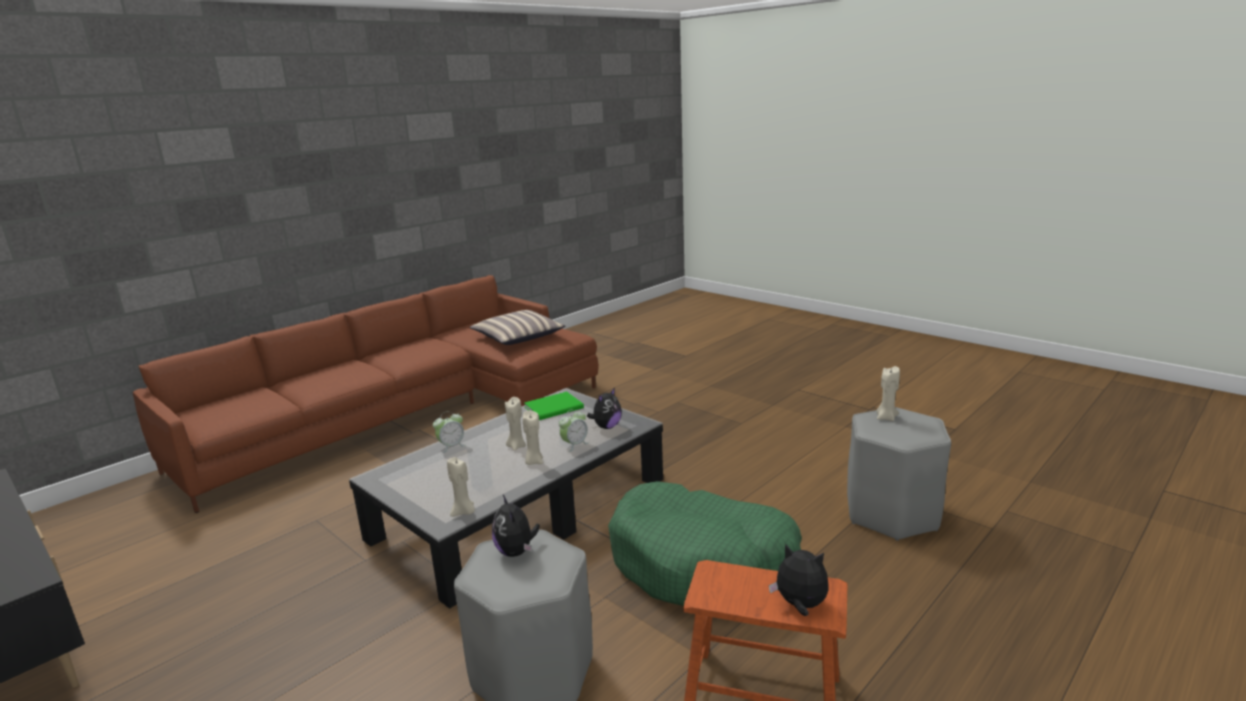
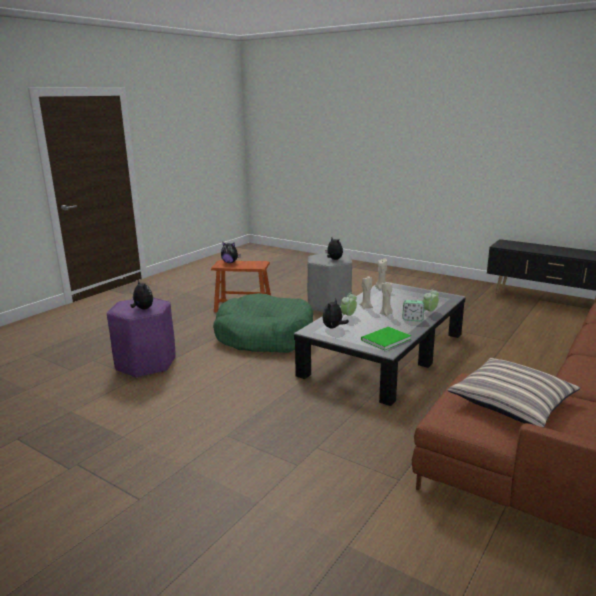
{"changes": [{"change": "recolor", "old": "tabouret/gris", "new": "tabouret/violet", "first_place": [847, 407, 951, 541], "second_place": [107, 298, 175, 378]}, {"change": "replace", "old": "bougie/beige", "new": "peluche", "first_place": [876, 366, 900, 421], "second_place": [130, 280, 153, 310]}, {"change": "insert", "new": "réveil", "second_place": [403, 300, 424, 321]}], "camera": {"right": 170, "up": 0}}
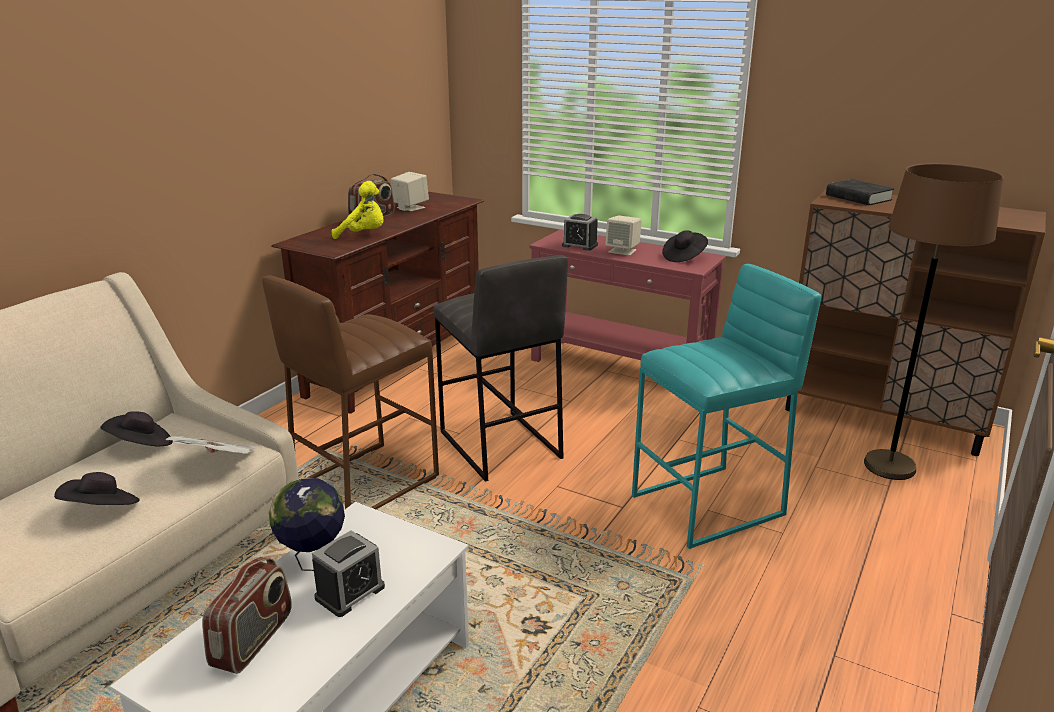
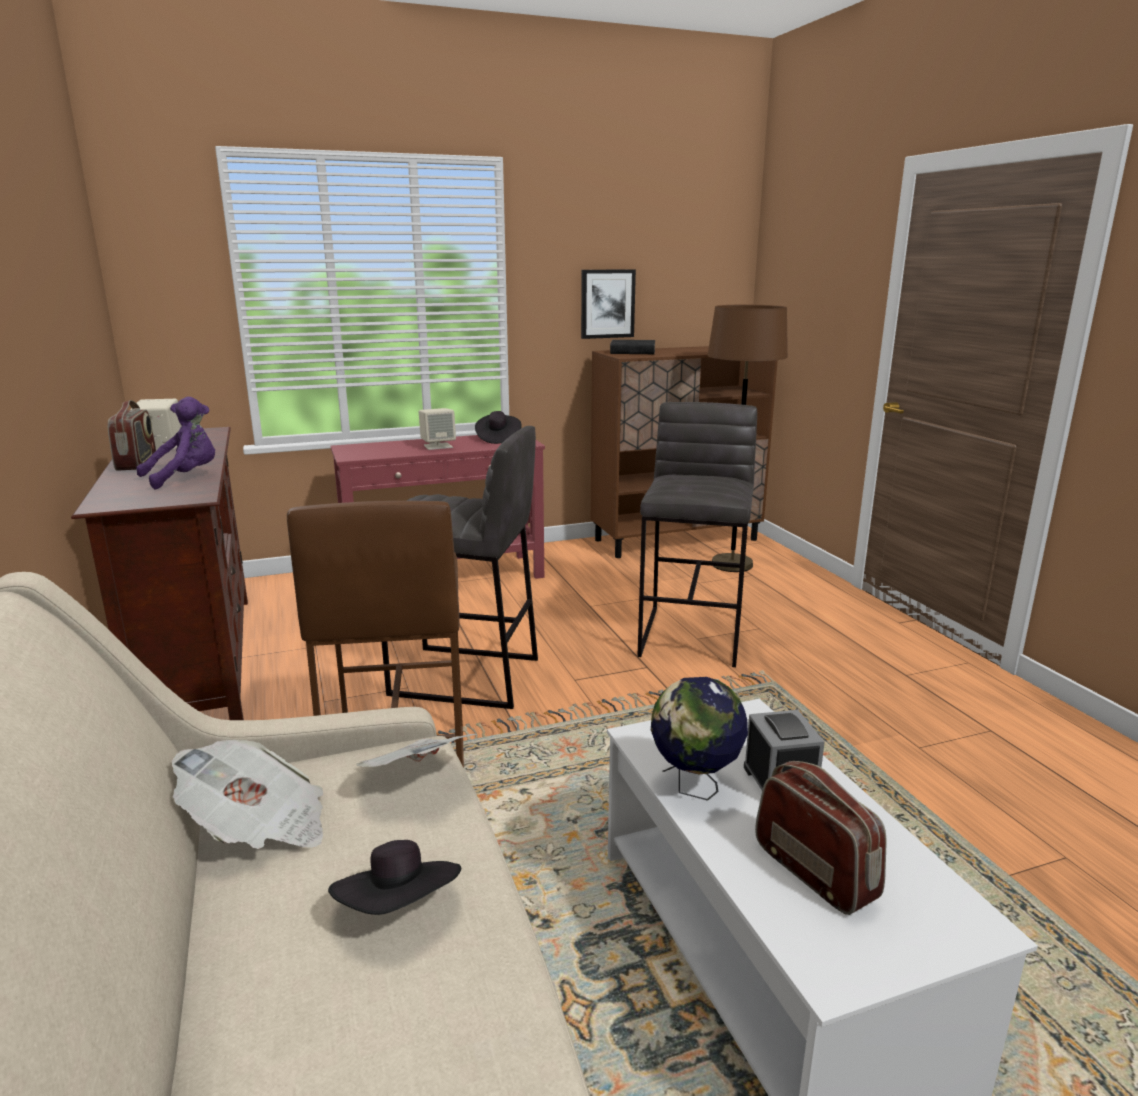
{"changes": [{"change": "recolor", "old": "peluche/jaune", "new": "peluche/violet", "first_place": [331, 181, 384, 239], "second_place": [136, 397, 215, 490]}, {"change": "replace", "old": "chapeau/noir", "new": "journal", "first_place": [100, 411, 173, 446], "second_place": [172, 740, 324, 849]}, {"change": "insert", "new": "tableau", "second_place": [581, 269, 636, 339]}, {"change": "recolor", "old": "tabouret/turquoise", "new": "tabouret/gris", "first_place": [632, 264, 821, 549], "second_place": [637, 402, 757, 667]}, {"change": "delete", "old": "réveil", "first_place": [562, 214, 598, 251]}], "camera": {"right": -50, "up": -5}}
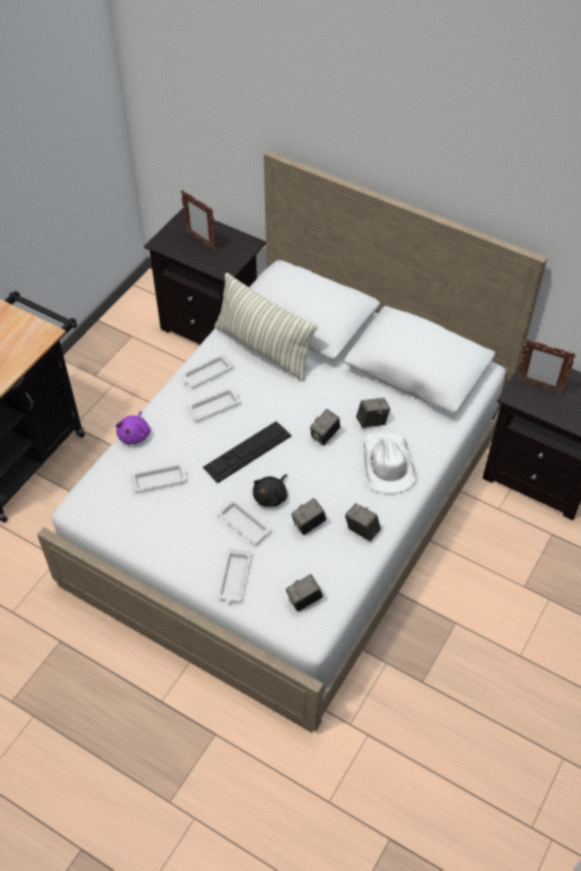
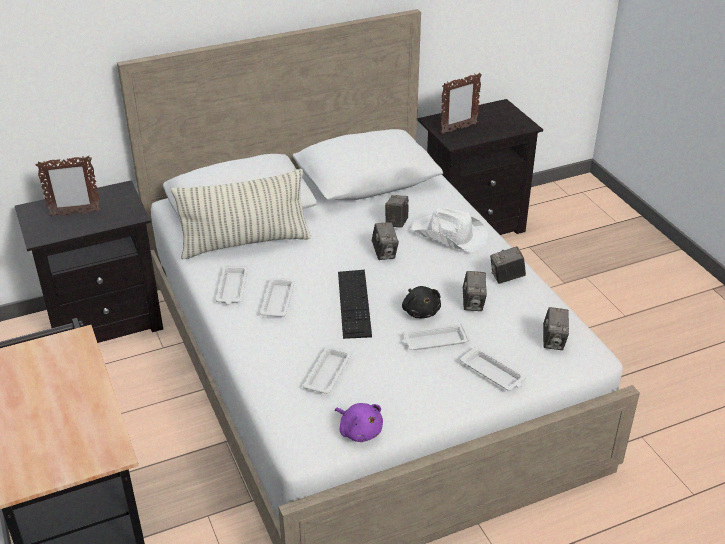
{"changes": [{"change": "move", "old": "peluche/violet", "first_place": [116, 411, 151, 445], "second_place": [335, 403, 383, 442]}], "camera": {"right": -55, "up": -15}}
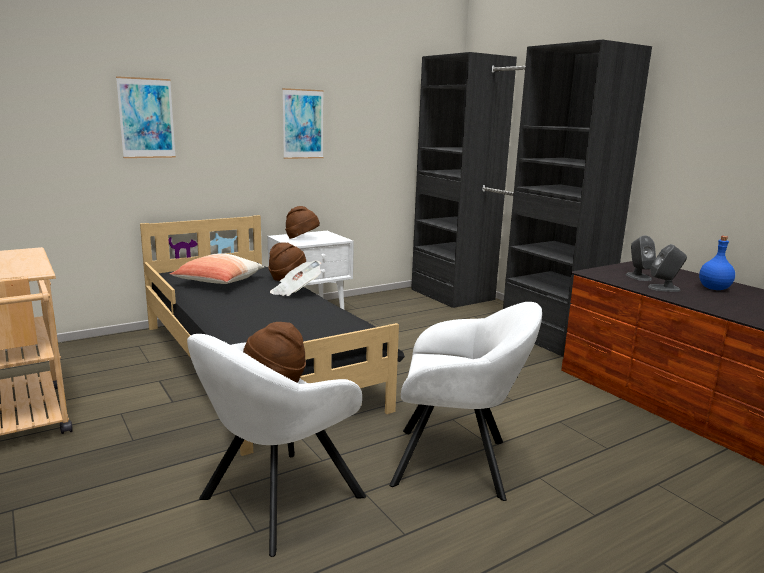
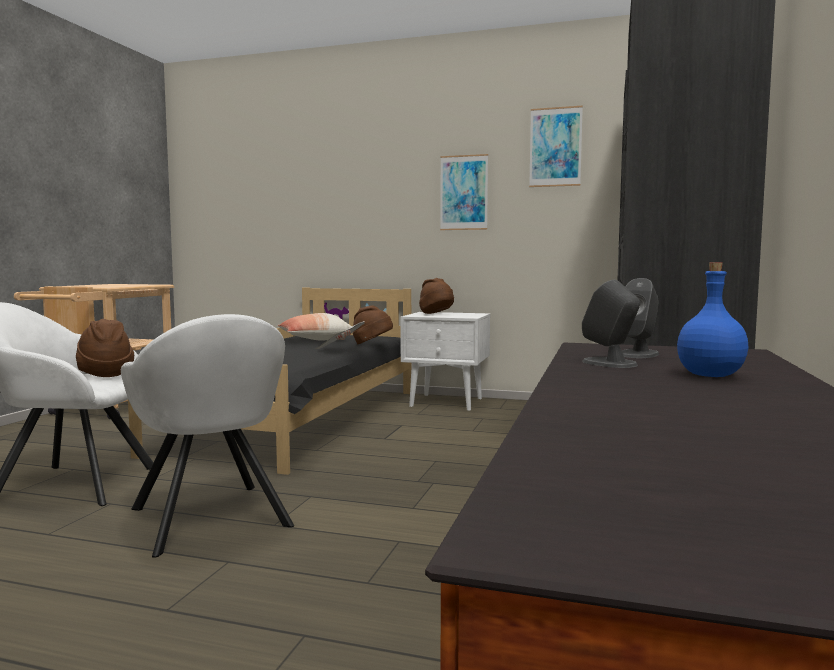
{"changes": [{"change": "move", "old": "tableau", "first_place": [116, 76, 176, 158], "second_place": [529, 106, 583, 187]}], "camera": {"right": 50, "up": -10}}
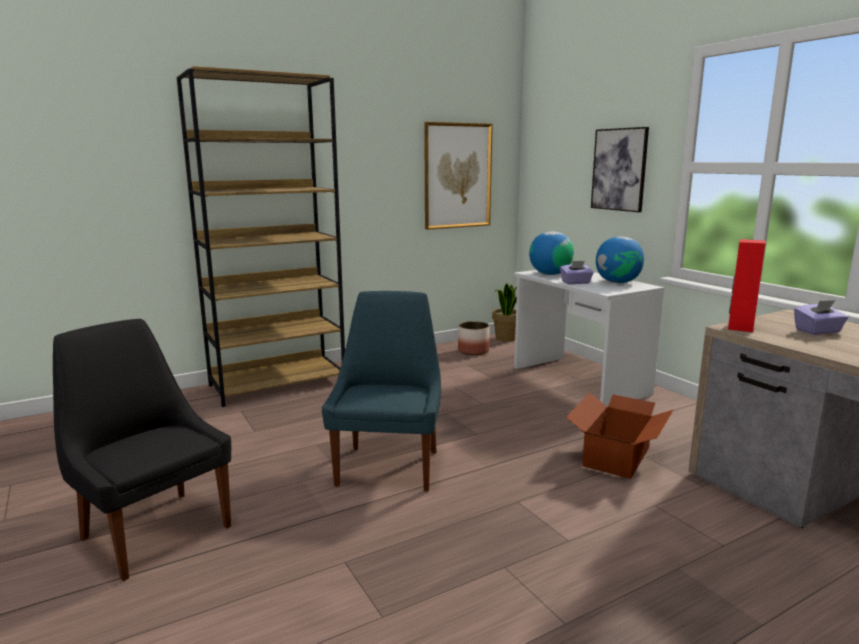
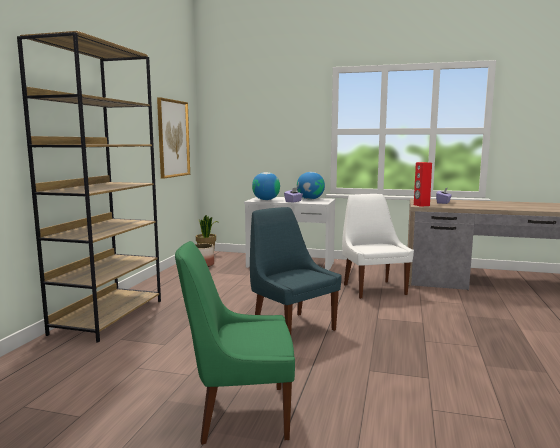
{"changes": [{"change": "recolor", "old": "chaise/noir", "new": "chaise/vert", "first_place": [53, 319, 231, 581], "second_place": [175, 241, 295, 445]}, {"change": "replace", "old": "carton", "new": "chaise/blanc", "first_place": [566, 393, 674, 479], "second_place": [342, 194, 414, 299]}, {"change": "delete", "old": "tableau", "first_place": [591, 127, 649, 212]}], "camera": {"right": -45, "up": -5}}
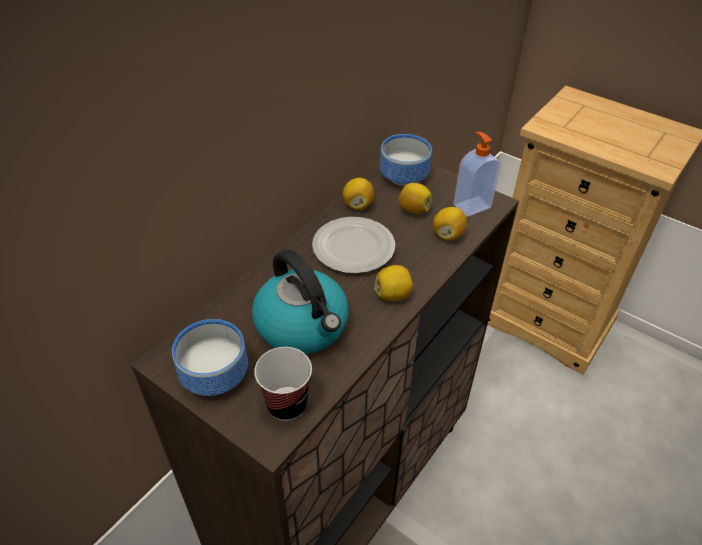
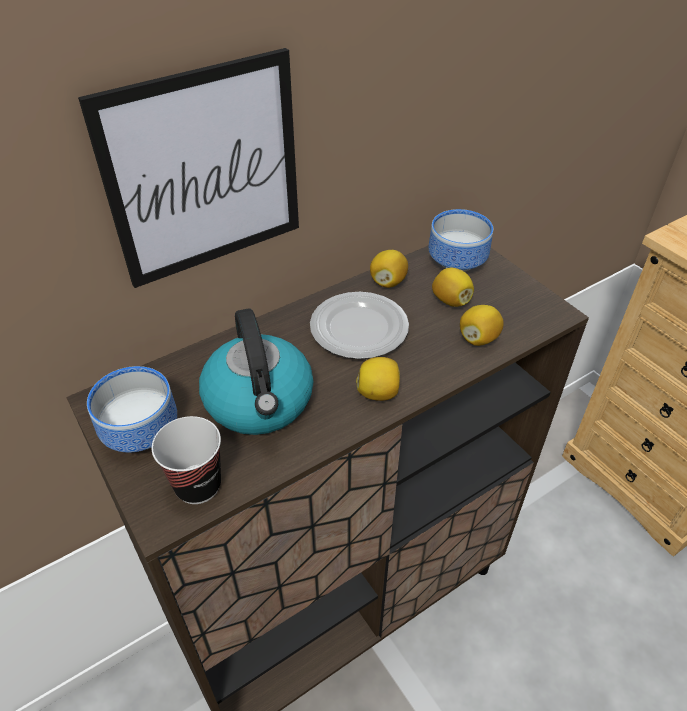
{"changes": [{"change": "insert", "new": "tableau", "second_place": [78, 48, 299, 288]}, {"change": "delete", "old": "distributeur de savon", "first_place": [454, 132, 500, 217]}], "camera": {"right": 20, "up": 0}}
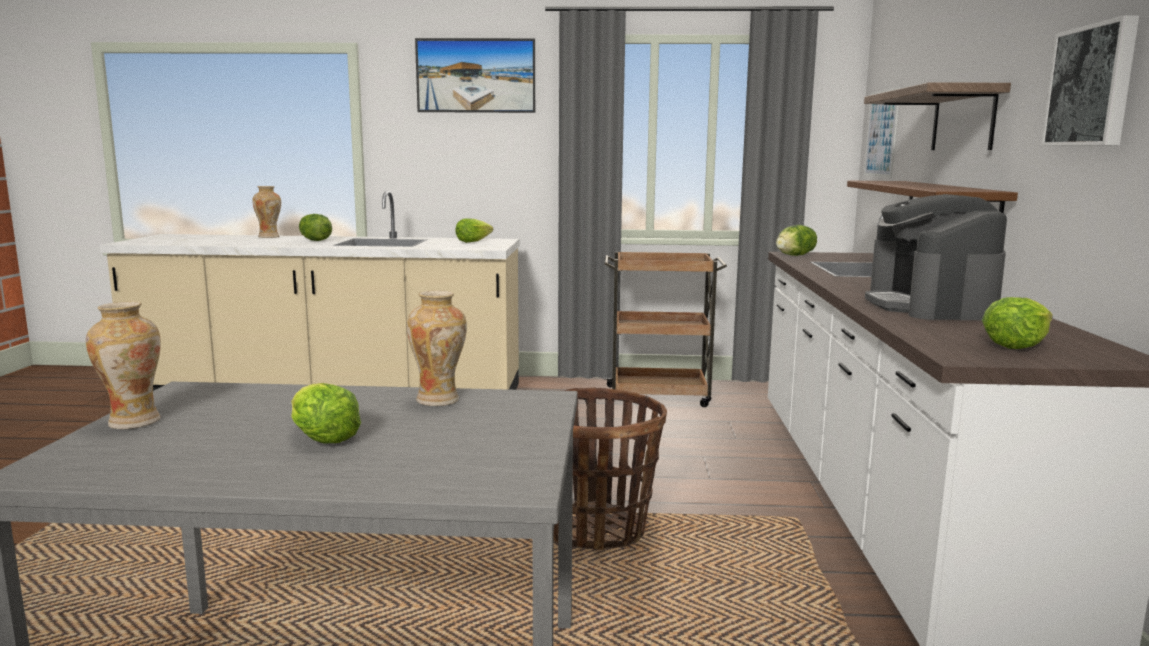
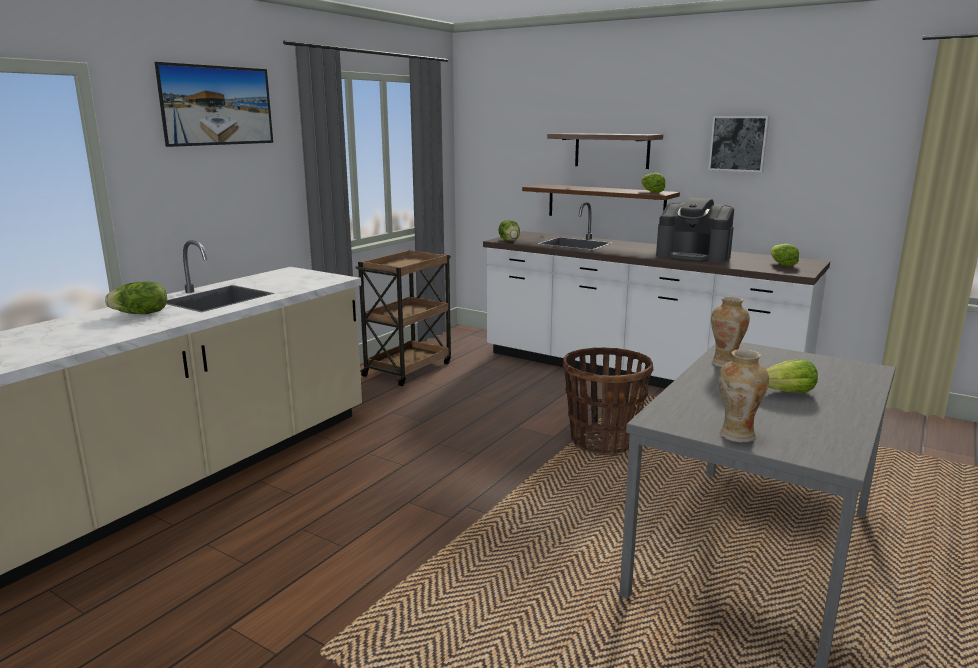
{"changes": [{"change": "move", "old": "laitue", "first_place": [455, 218, 493, 243], "second_place": [641, 173, 665, 193]}, {"change": "delete", "old": "vase", "first_place": [252, 186, 281, 238]}, {"change": "delete", "old": "tableau", "first_place": [864, 87, 900, 178]}], "camera": {"right": -60, "up": 5}}
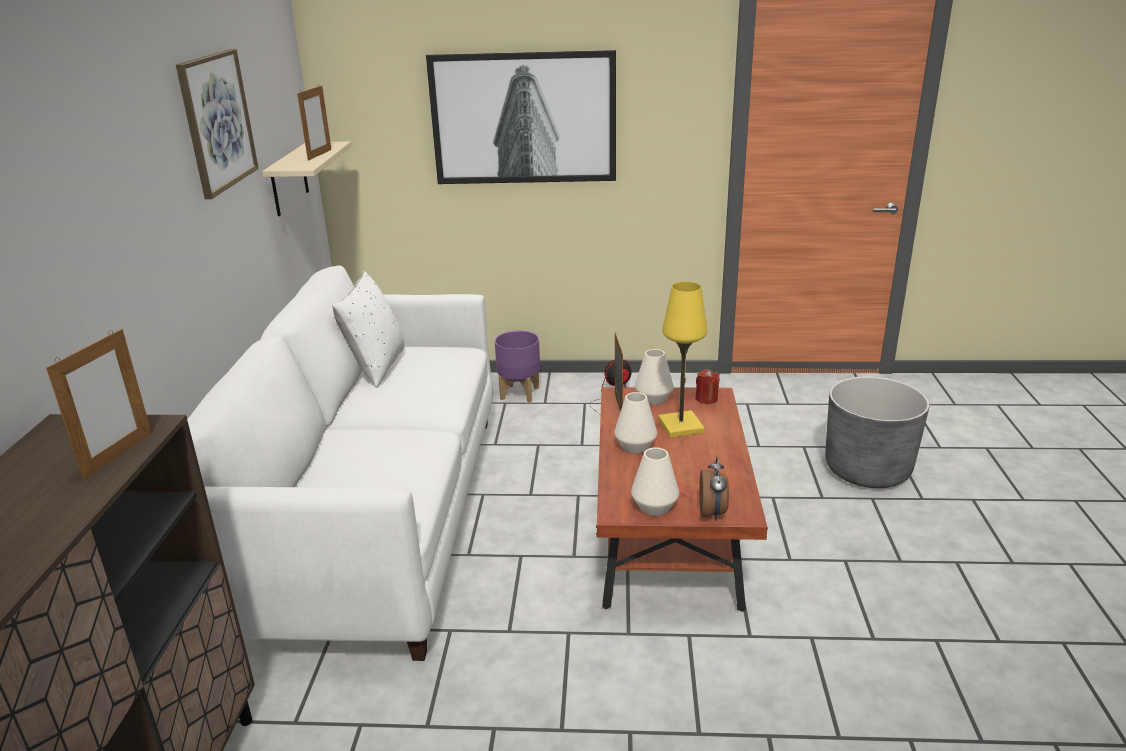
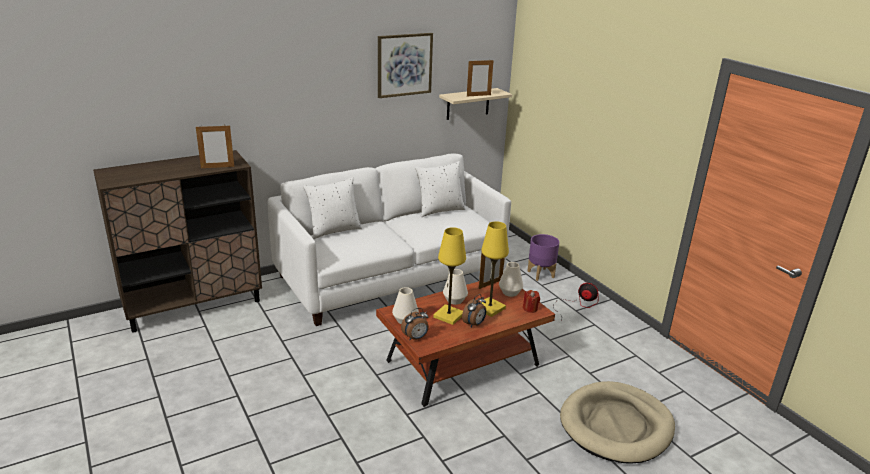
{"changes": [{"change": "insert", "new": "coussin/blanc", "second_place": [303, 177, 362, 239]}, {"change": "insert", "new": "lampe de table/jaune", "second_place": [433, 227, 466, 325]}, {"change": "insert", "new": "réveil", "second_place": [462, 294, 486, 327]}, {"change": "replace", "old": "cache-pot/gris", "new": "panier pour chien/beige", "first_place": [825, 376, 930, 488], "second_place": [560, 381, 675, 464]}, {"change": "delete", "old": "tableau", "first_place": [426, 50, 616, 184]}], "camera": {"right": 55, "up": 0}}
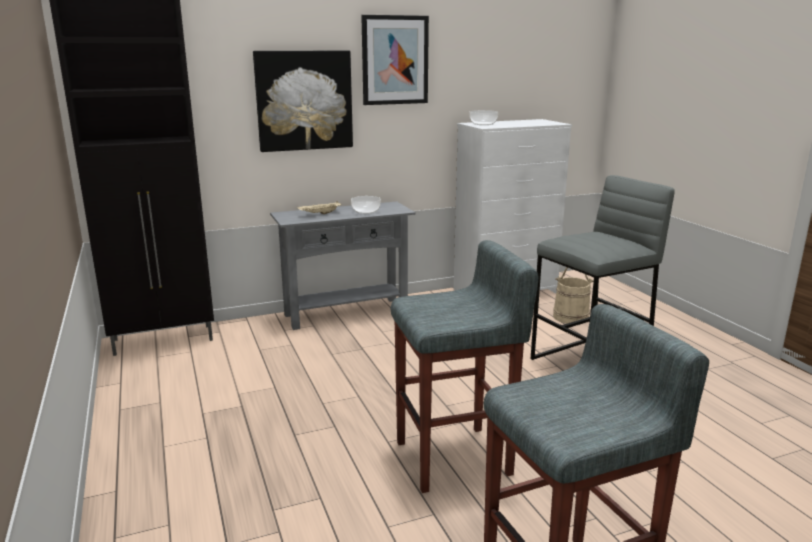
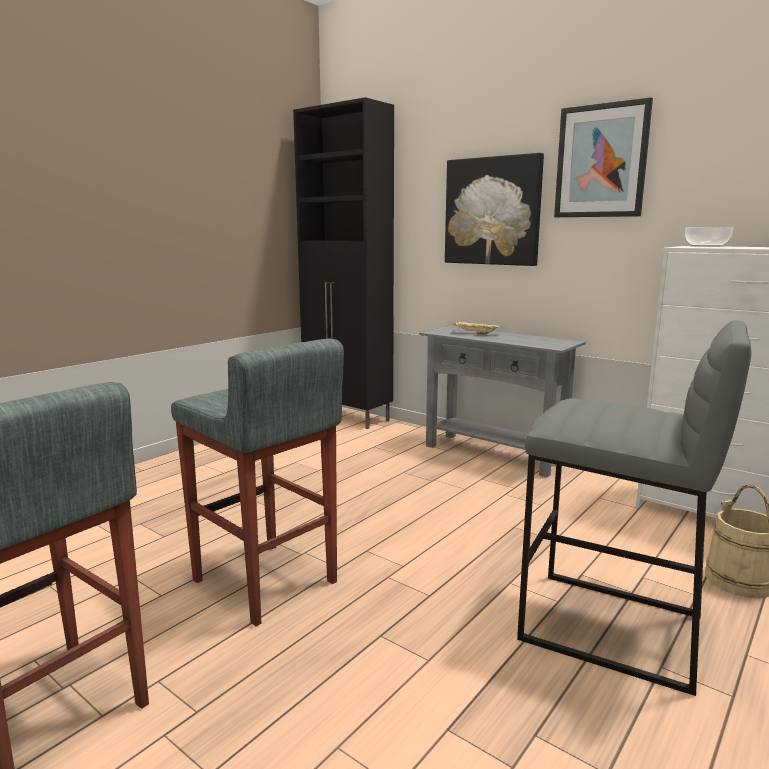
{"changes": [{"change": "delete", "old": "bol", "first_place": [351, 196, 381, 214]}], "camera": {"right": 60, "up": -5}}
